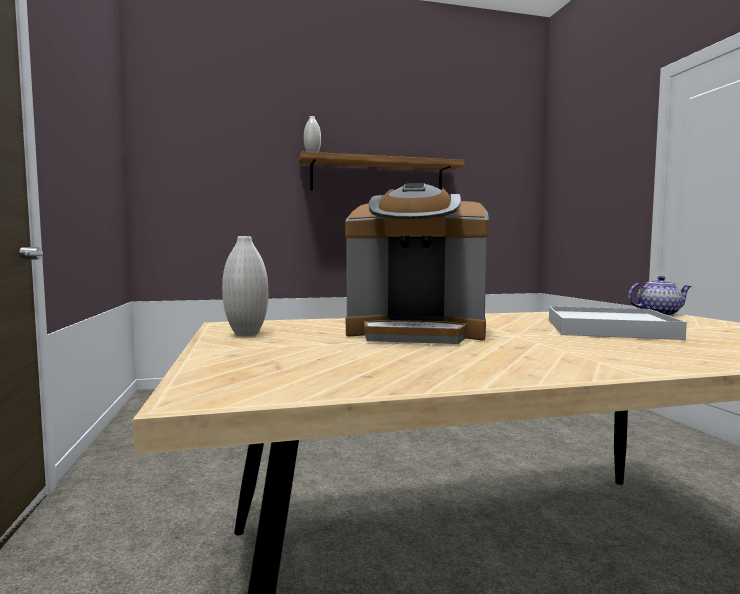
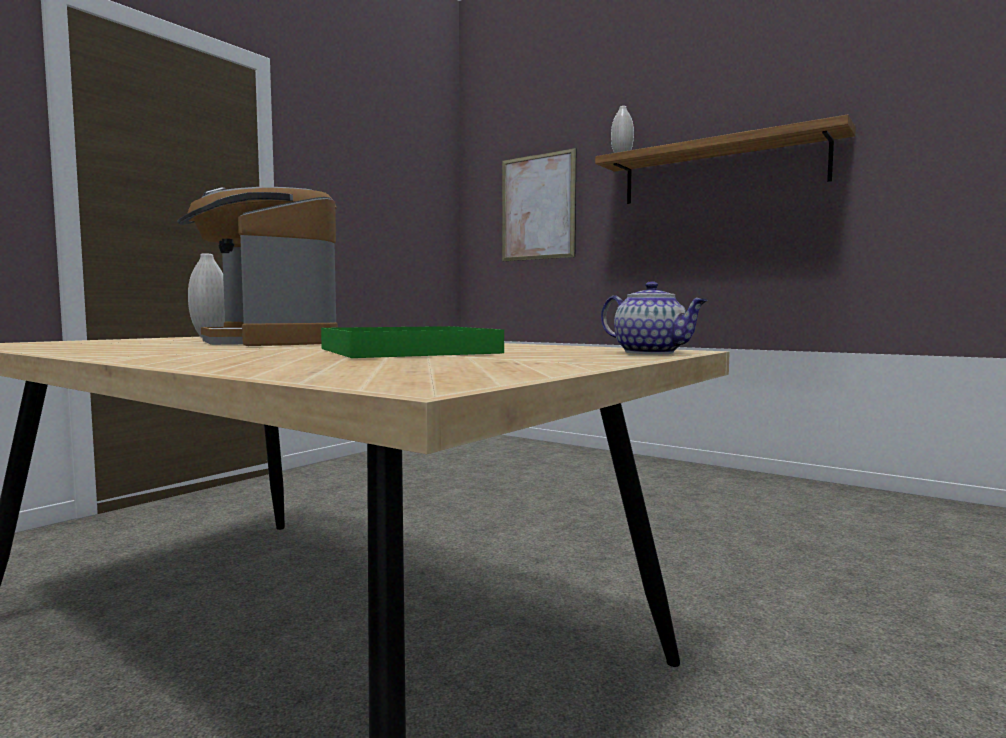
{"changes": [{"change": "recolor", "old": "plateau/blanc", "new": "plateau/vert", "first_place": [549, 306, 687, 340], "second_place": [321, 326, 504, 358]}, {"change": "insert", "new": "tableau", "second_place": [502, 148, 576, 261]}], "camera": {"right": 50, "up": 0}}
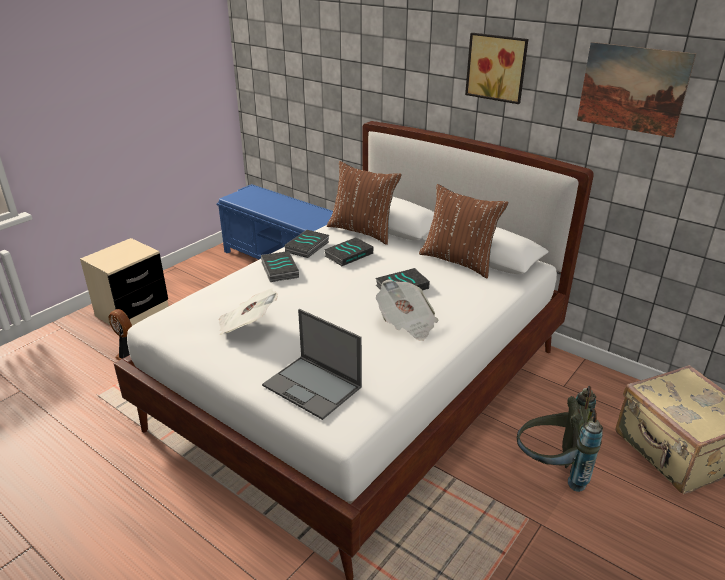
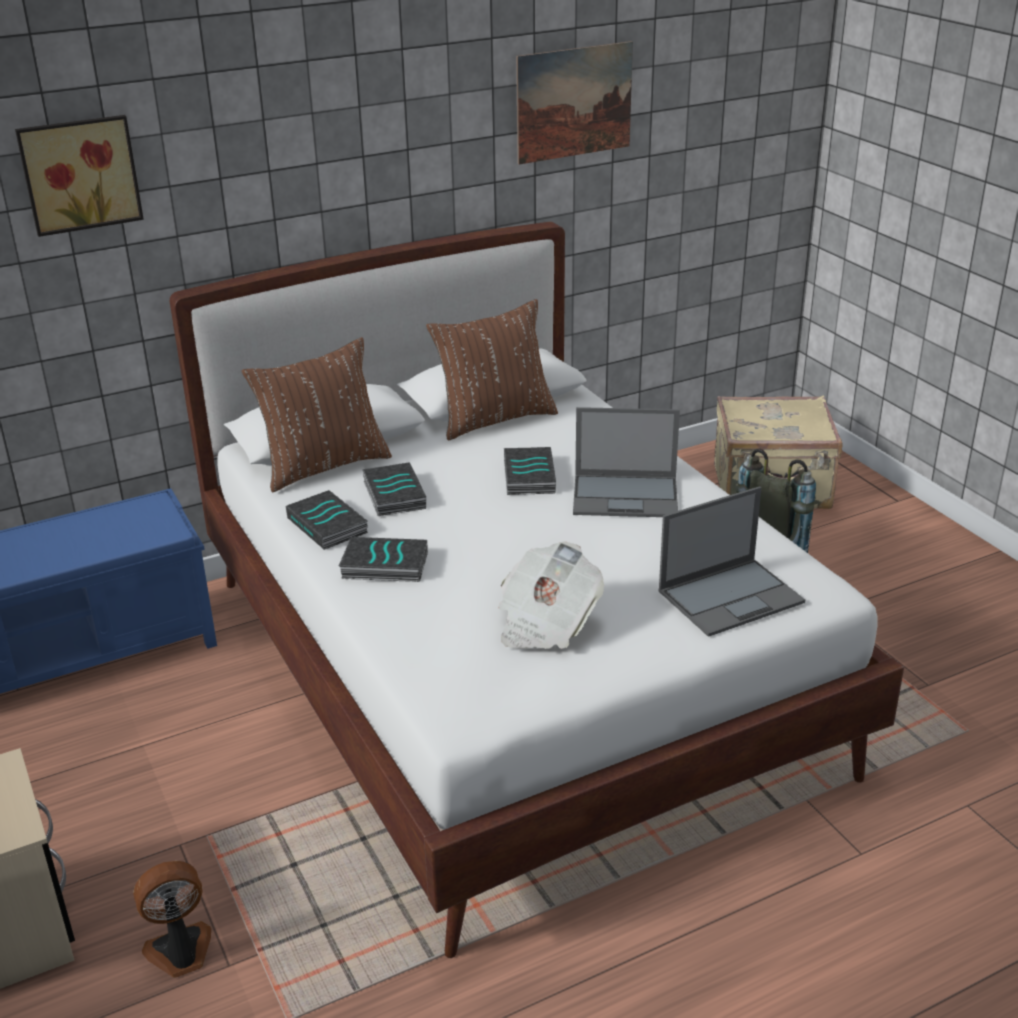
{"changes": [{"change": "move", "old": "tableau", "first_place": [465, 33, 528, 104], "second_place": [15, 115, 144, 237]}, {"change": "replace", "old": "journal", "new": "ordinateur portable", "first_place": [376, 279, 438, 341], "second_place": [573, 407, 680, 517]}], "camera": {"right": -65, "up": 0}}
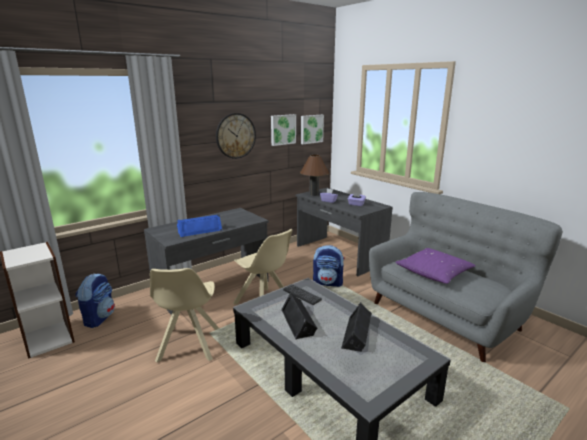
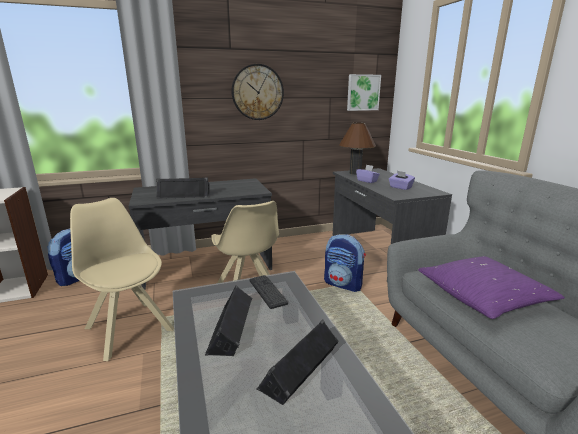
{"changes": [{"change": "rotate", "old": "chaise/beige", "first_place": [150, 268, 219, 363], "second_place": [70, 198, 174, 361], "degrees": 120}, {"change": "recolor", "old": "enceinte/bleu", "new": "enceinte/noir", "first_place": [177, 214, 223, 237], "second_place": [156, 177, 210, 199]}, {"change": "delete", "old": "tableau", "first_place": [271, 114, 296, 146]}], "camera": {"right": 20, "up": 0}}
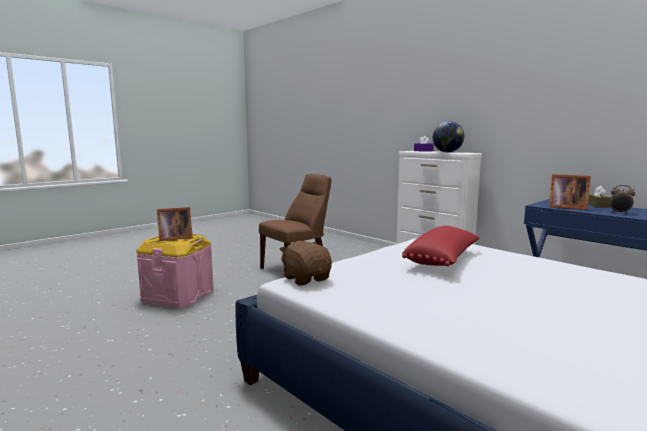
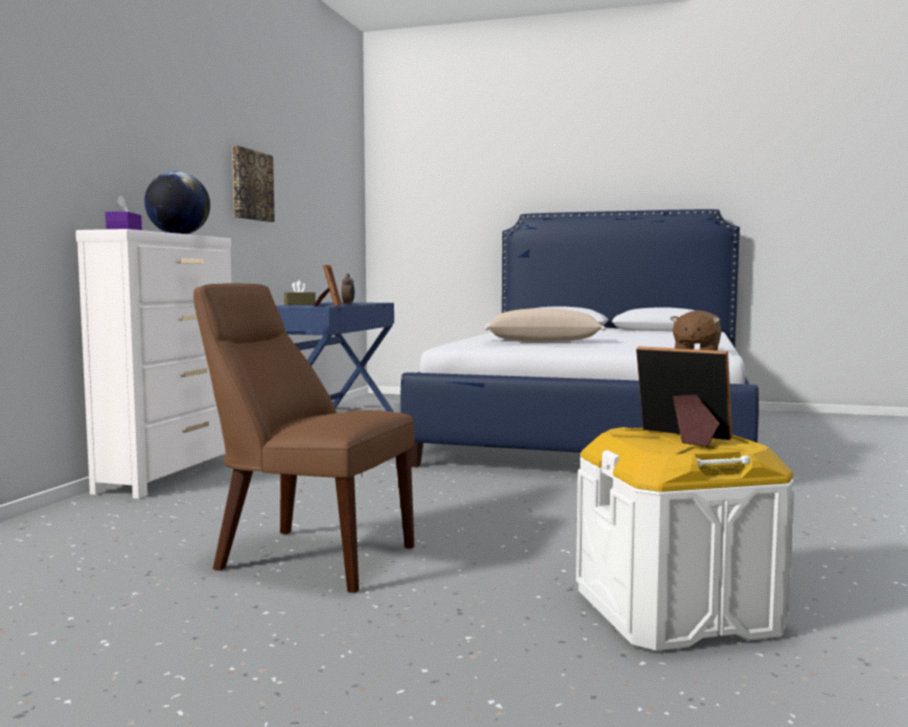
{"changes": [{"change": "insert", "new": "tableau", "second_place": [232, 146, 275, 222]}, {"change": "recolor", "old": "coussin/rouge", "new": "coussin/beige", "first_place": [402, 226, 480, 266], "second_place": [484, 308, 606, 342]}, {"change": "recolor", "old": "boîte de rangement/rose", "new": "boîte de rangement/blanc", "first_place": [136, 234, 214, 309], "second_place": [576, 427, 794, 651]}], "camera": {"right": -120, "up": -5}}
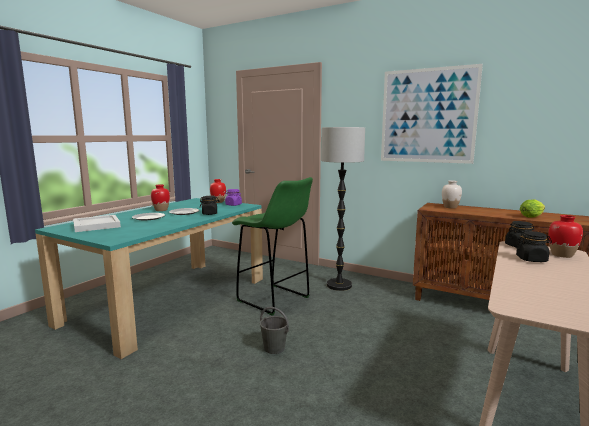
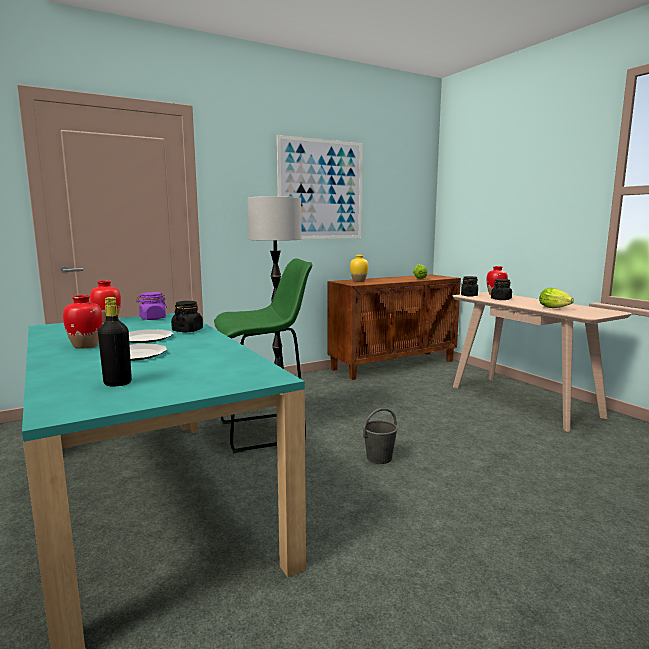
{"changes": [{"change": "replace", "old": "plateau/blanc", "new": "bouteille/noir", "first_place": [73, 215, 121, 232], "second_place": [98, 297, 132, 386]}, {"change": "recolor", "old": "vase/blanc", "new": "vase/jaune", "first_place": [442, 180, 462, 209], "second_place": [350, 255, 368, 282]}, {"change": "insert", "new": "laitue", "second_place": [539, 288, 574, 308]}], "camera": {"right": -60, "up": 0}}
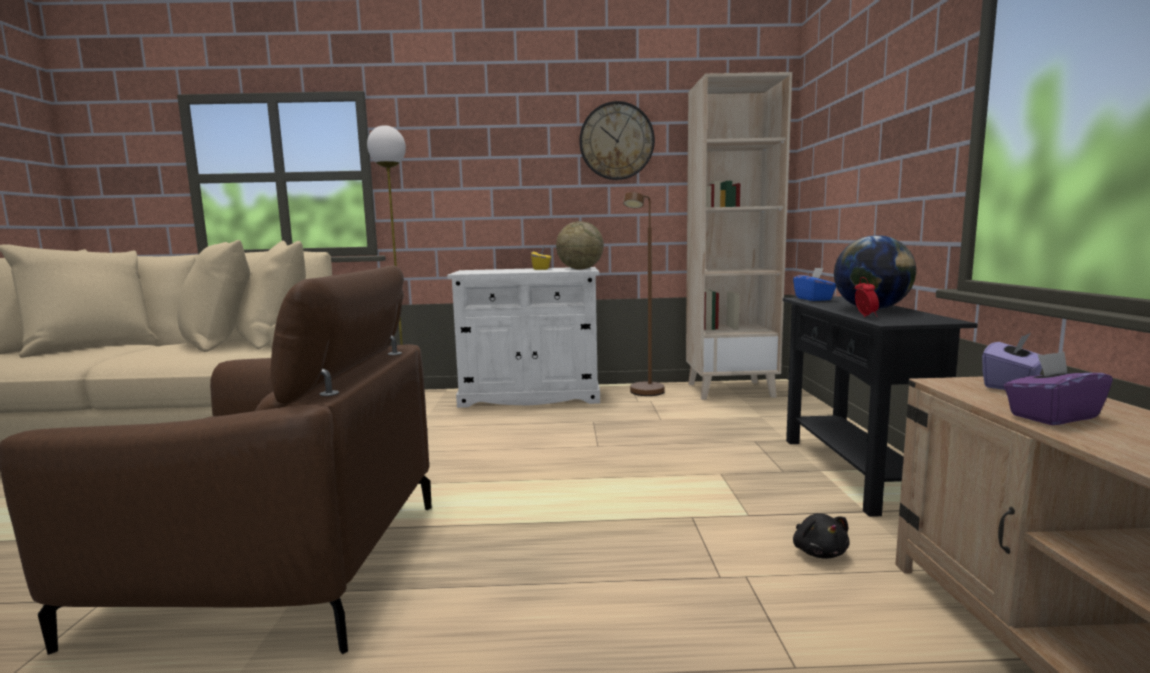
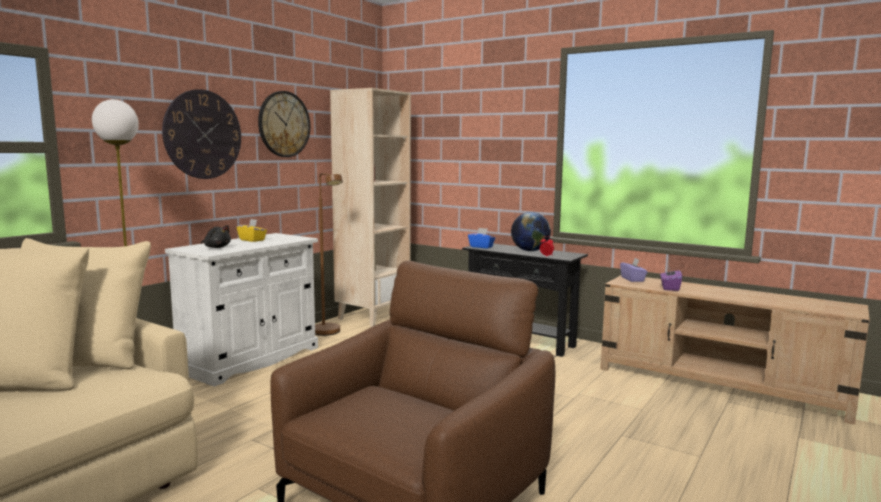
{"changes": [{"change": "insert", "new": "horloge murale", "second_place": [162, 89, 241, 179]}, {"change": "move", "old": "peluche/noir", "first_place": [793, 513, 850, 559], "second_place": [201, 225, 231, 248]}, {"change": "delete", "old": "globe", "first_place": [556, 221, 604, 270]}], "camera": {"right": -55, "up": 0}}
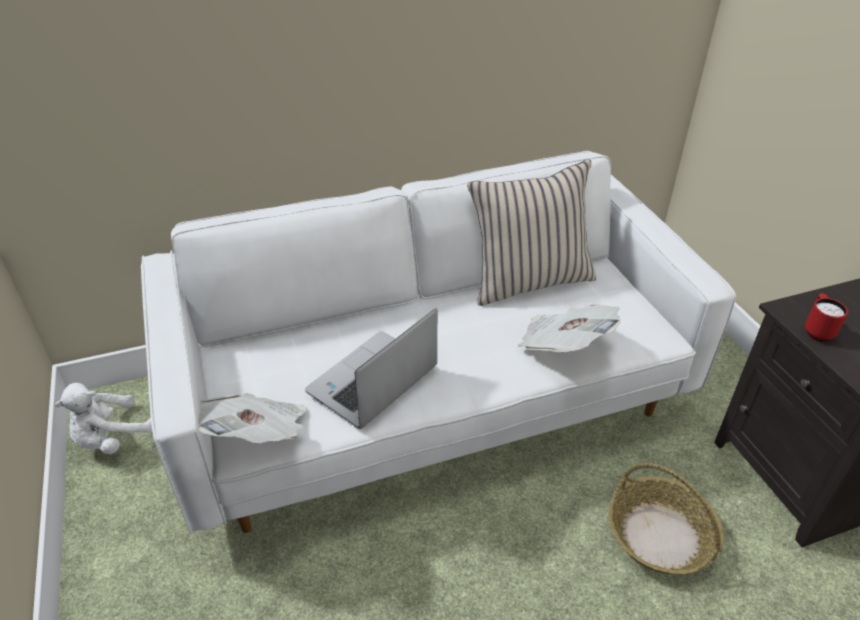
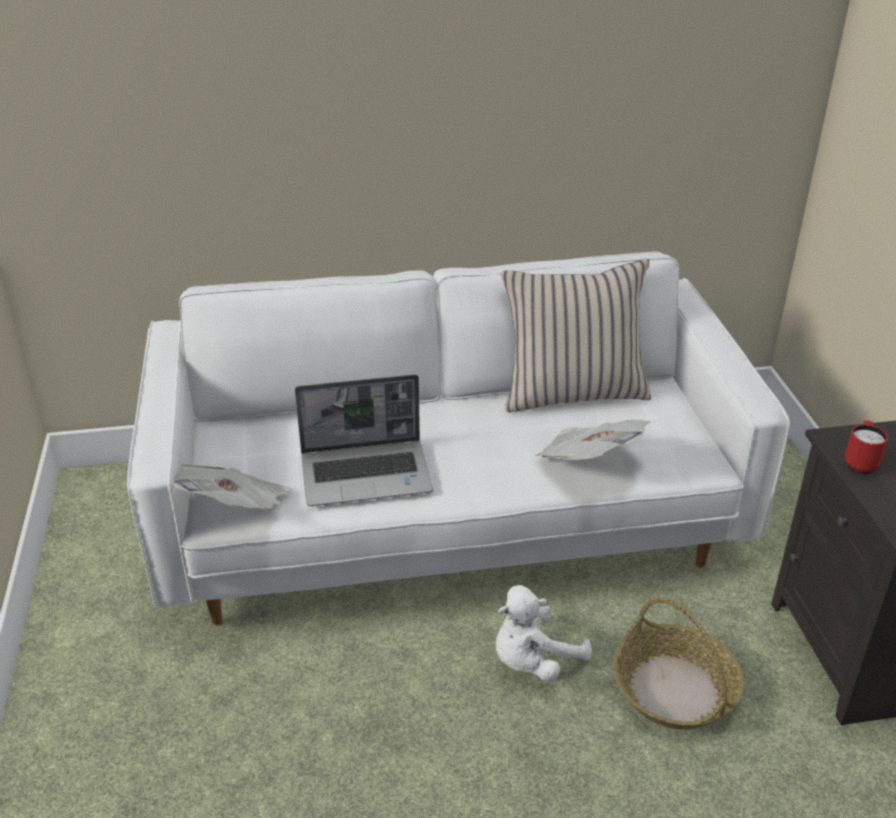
{"changes": [{"change": "rotate", "old": "ordinateur portable", "first_place": [305, 308, 437, 429], "second_place": [295, 374, 433, 506], "degrees": -150}, {"change": "move", "old": "peluche/blanc", "first_place": [55, 383, 153, 454], "second_place": [496, 585, 592, 682]}], "camera": {"right": 10, "up": -5}}
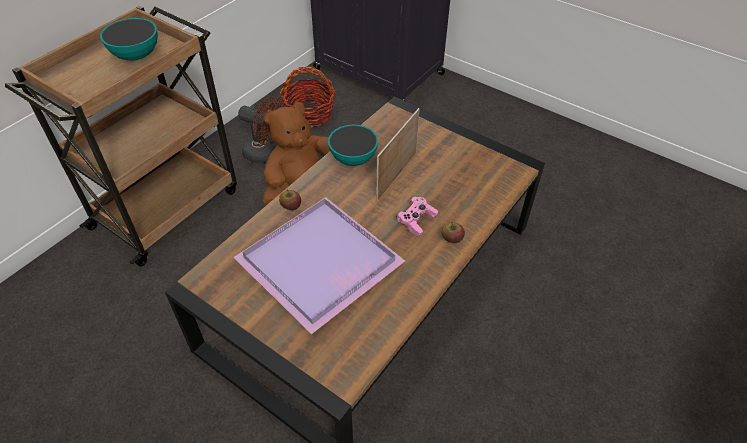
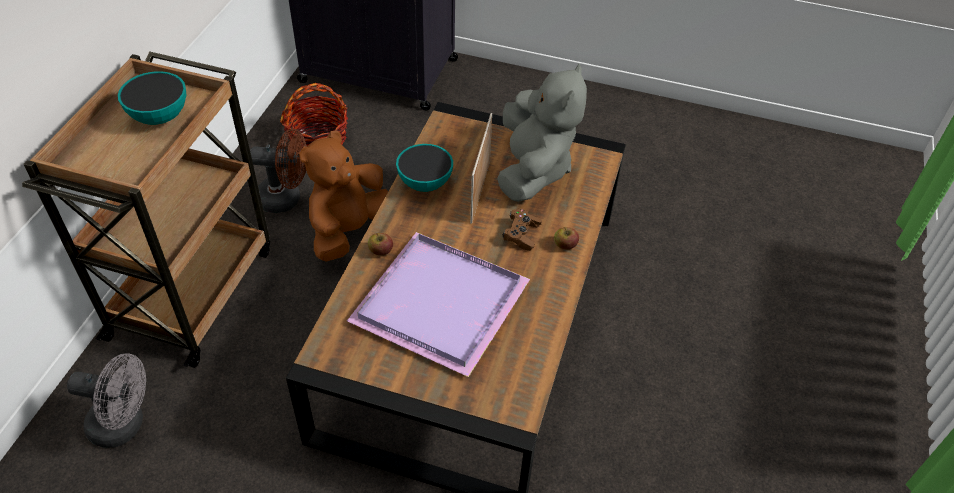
{"changes": [{"change": "insert", "new": "ventilateur/gris", "second_place": [67, 353, 146, 448]}, {"change": "insert", "new": "peluche/gris", "second_place": [497, 64, 587, 202]}, {"change": "recolor", "old": "manette/rose", "new": "manette/marron", "first_place": [397, 197, 438, 236], "second_place": [503, 209, 542, 251]}], "camera": {"right": -20, "up": 0}}
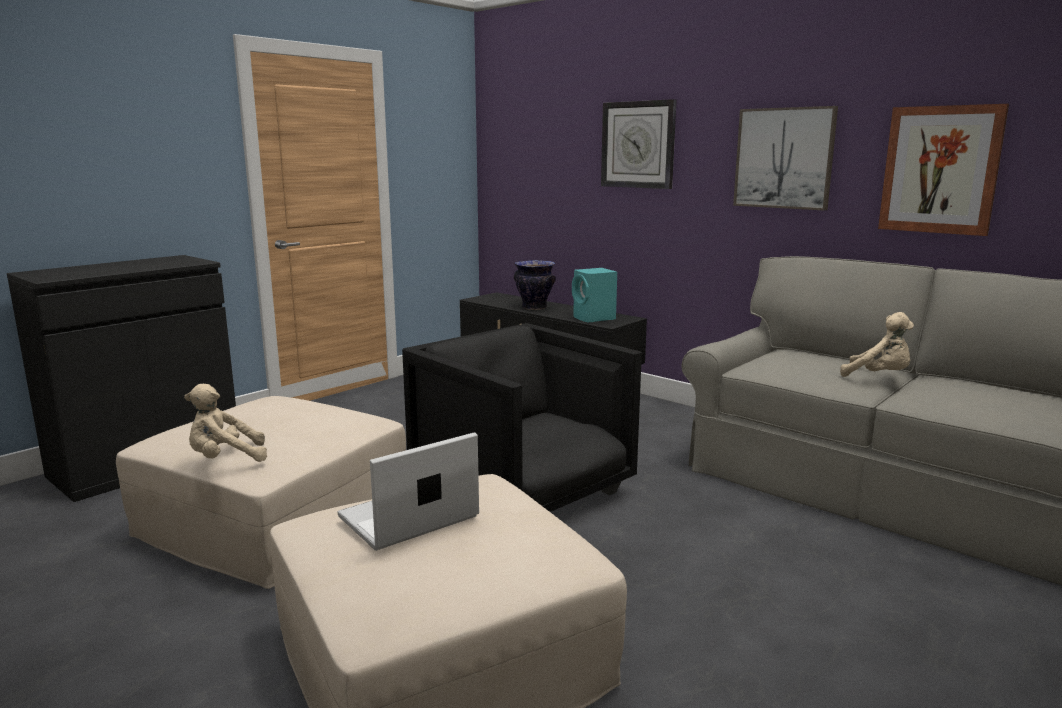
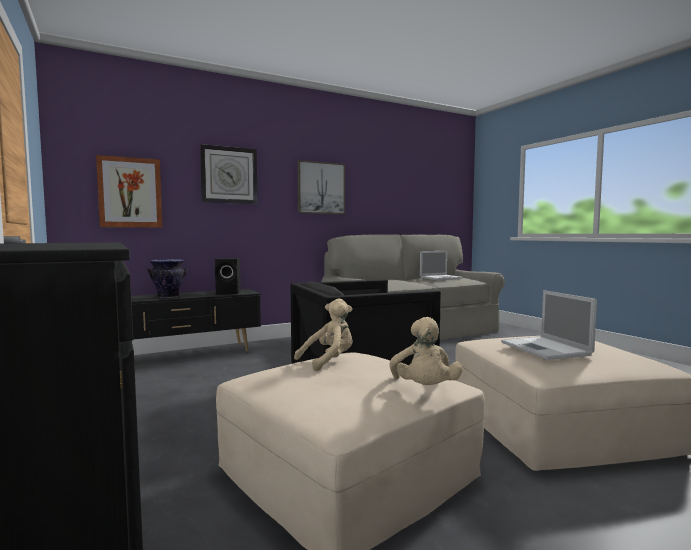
{"changes": [{"change": "move", "old": "tableau", "first_place": [878, 104, 1009, 236], "second_place": [96, 155, 162, 227]}, {"change": "recolor", "old": "enceinte/turquoise", "new": "enceinte/noir", "first_place": [572, 268, 617, 322], "second_place": [215, 258, 241, 294]}, {"change": "move", "old": "peluche/beige", "first_place": [840, 312, 914, 377], "second_place": [294, 299, 352, 371]}, {"change": "insert", "new": "ordinateur portable", "second_place": [420, 251, 463, 280]}], "camera": {"right": -70, "up": -10}}
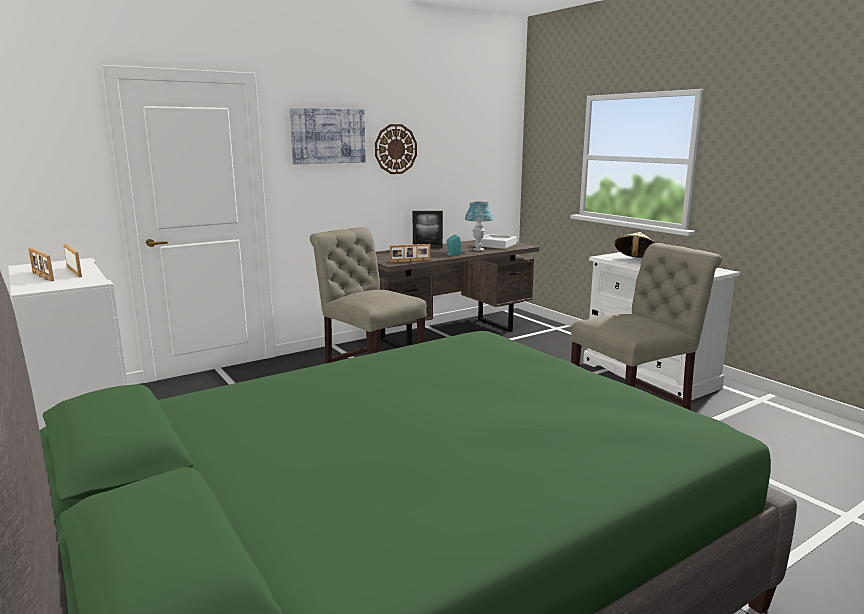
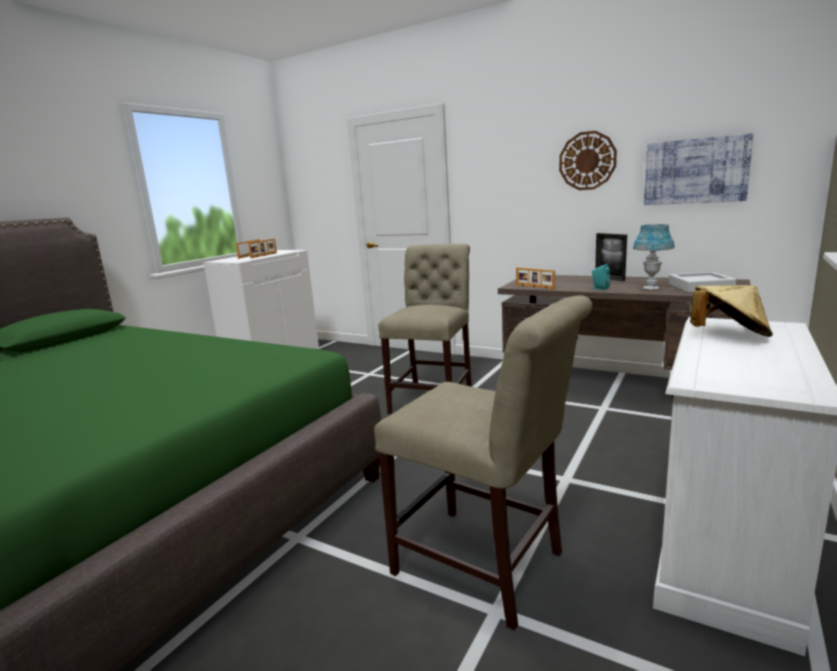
{"changes": [{"change": "move", "old": "tableau", "first_place": [290, 108, 366, 164], "second_place": [644, 133, 753, 205]}], "camera": {"right": 65, "up": 0}}
